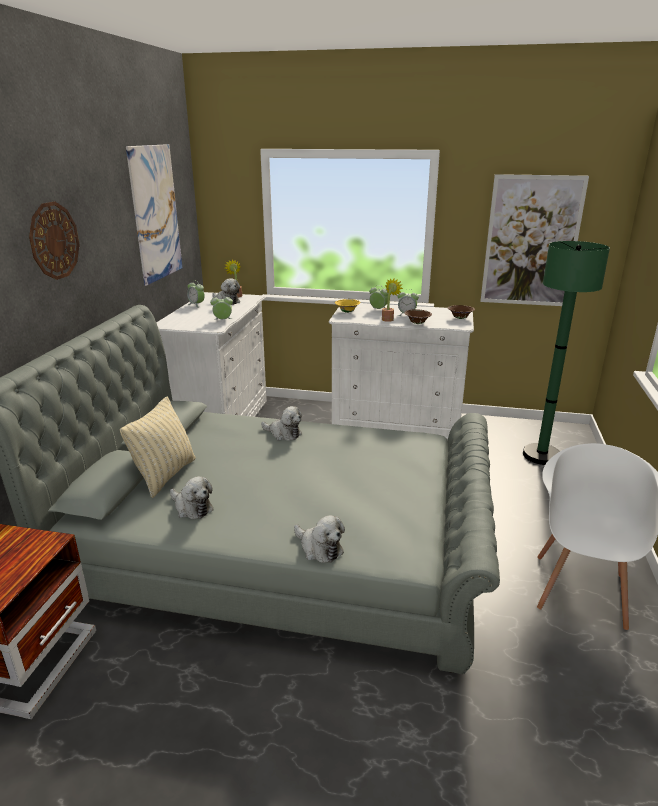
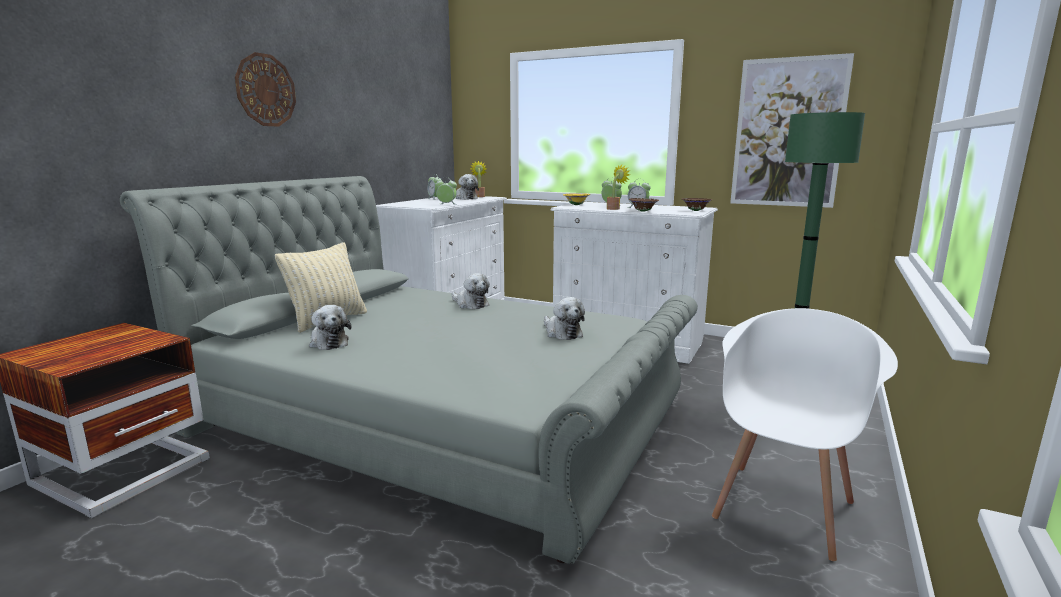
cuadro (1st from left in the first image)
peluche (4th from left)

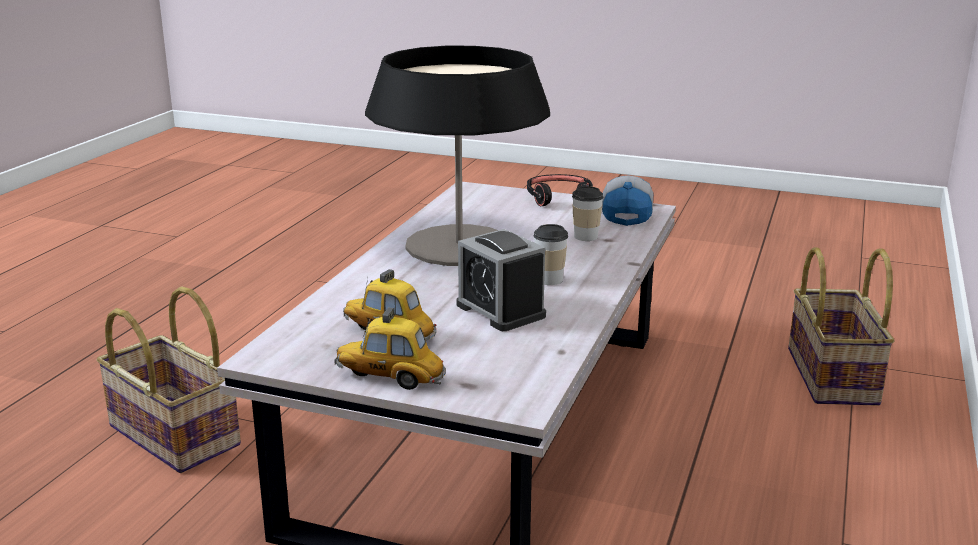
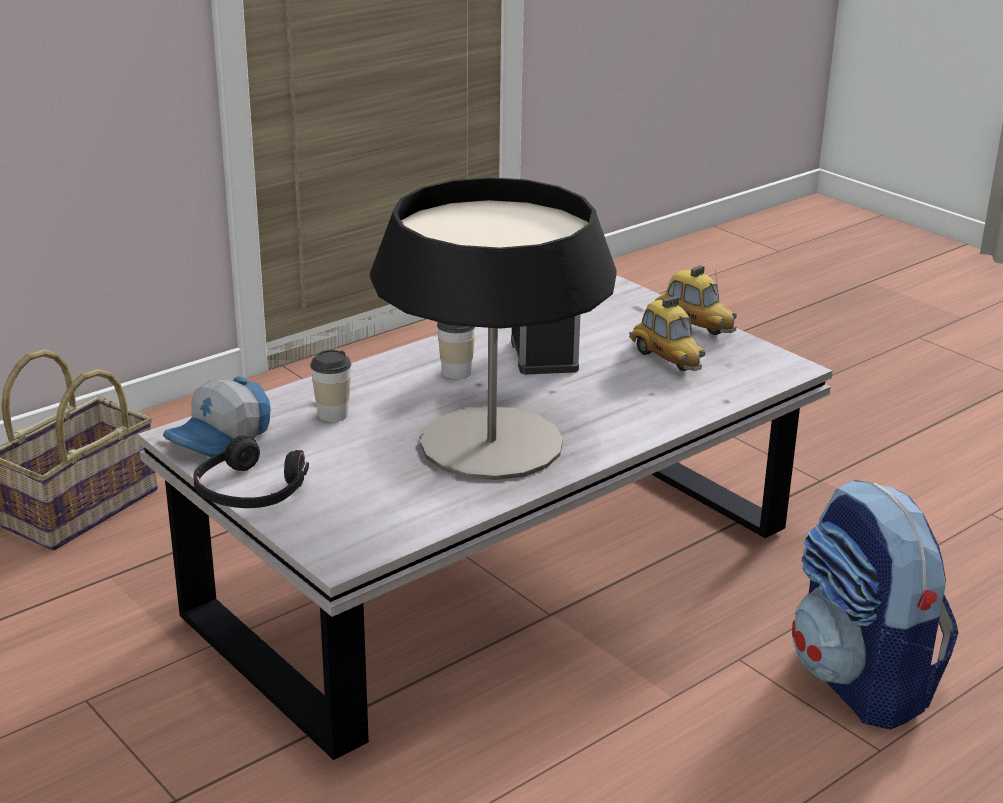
mochila

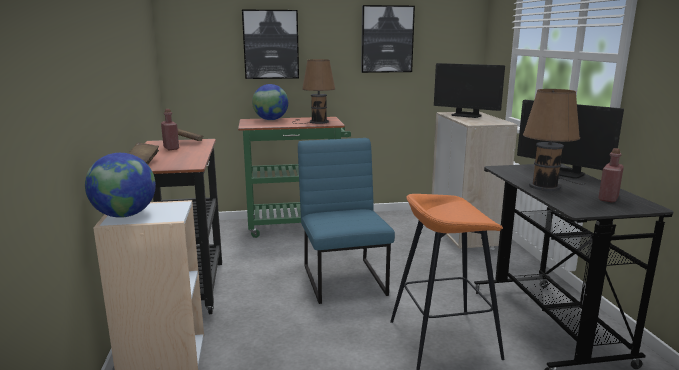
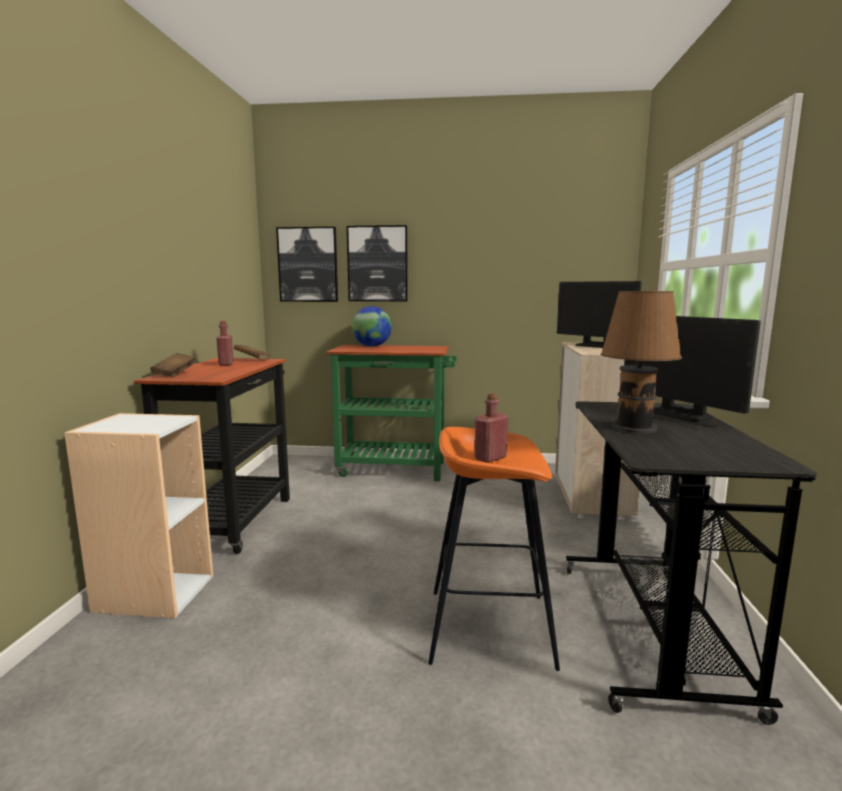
globo terráqueo (1st from left in the first image)
lámpara de mesa [marrón] (1st from left in the first image)
silla [azul]
cuadro (1st from left)
botella [rojo] (2nd from left)

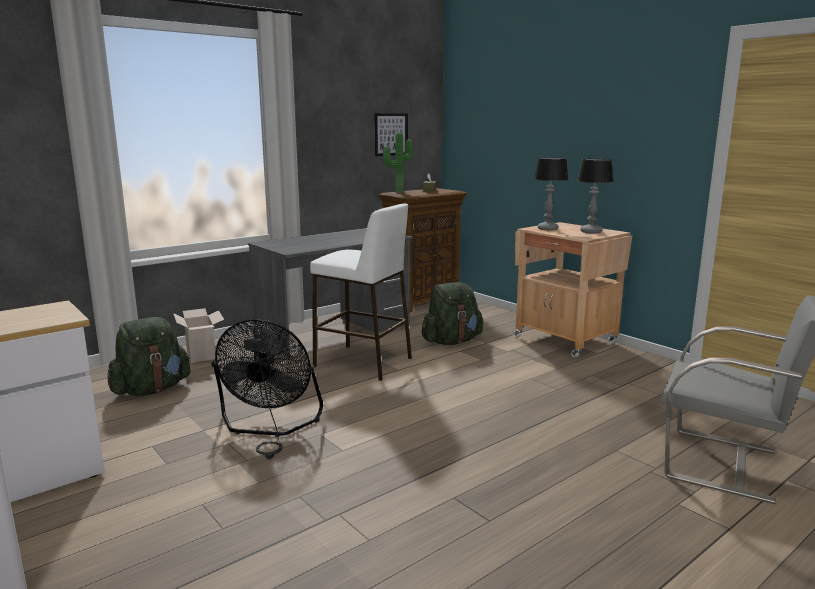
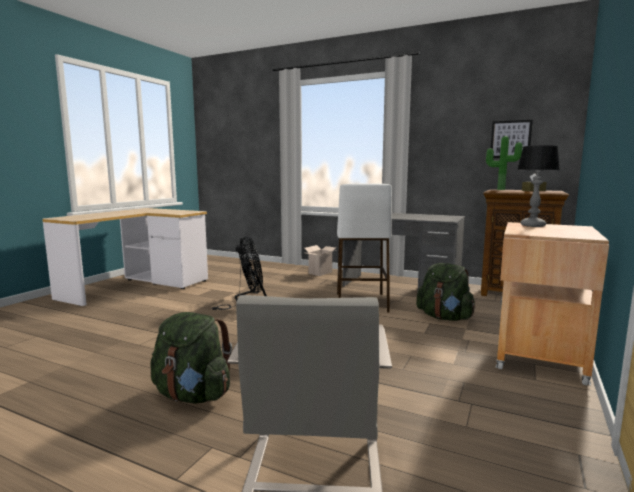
lámpara de mesa (2nd from left in the first image)
mochila [verde] (1st from left)

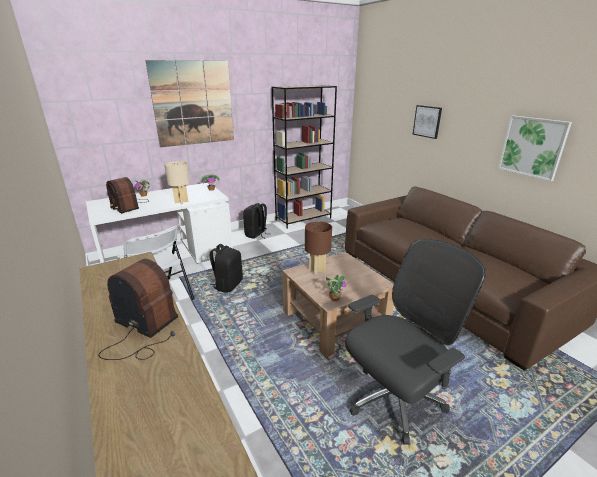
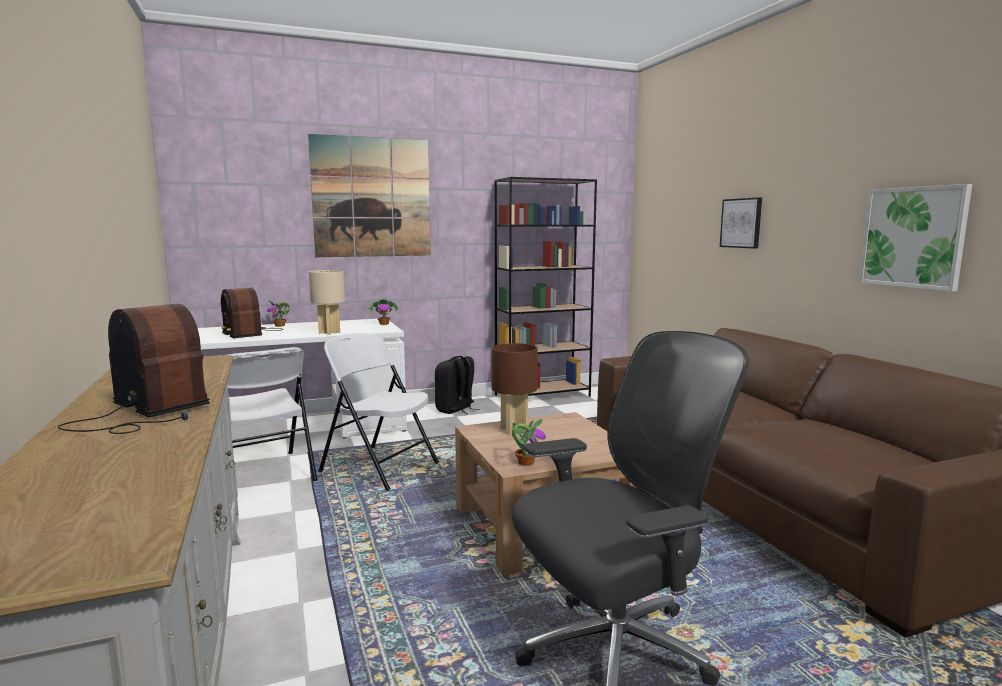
silla [blanco] (2nd from left)

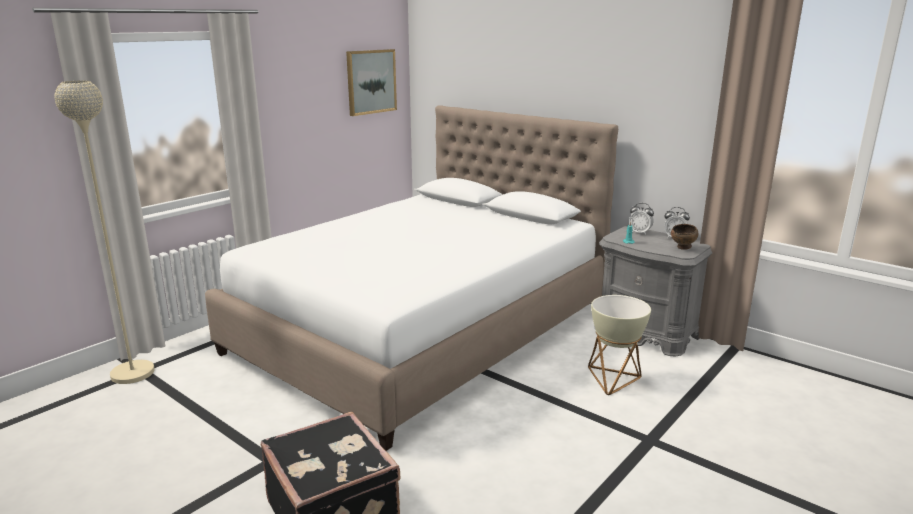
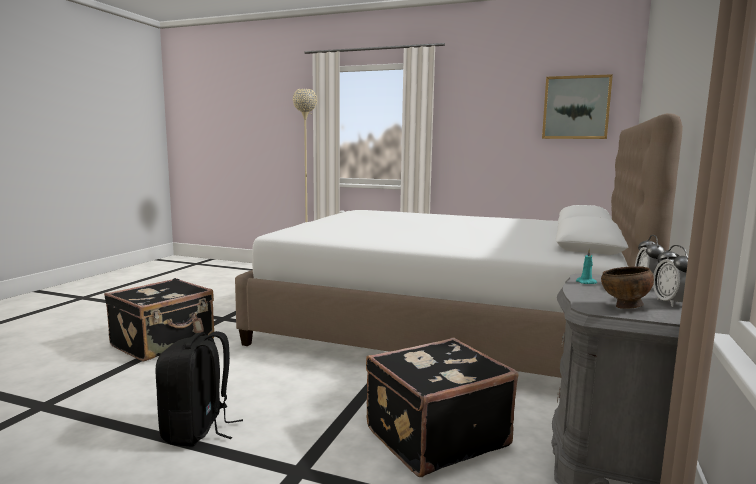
mochila [negro]
maleta [negro] (2nd from left)

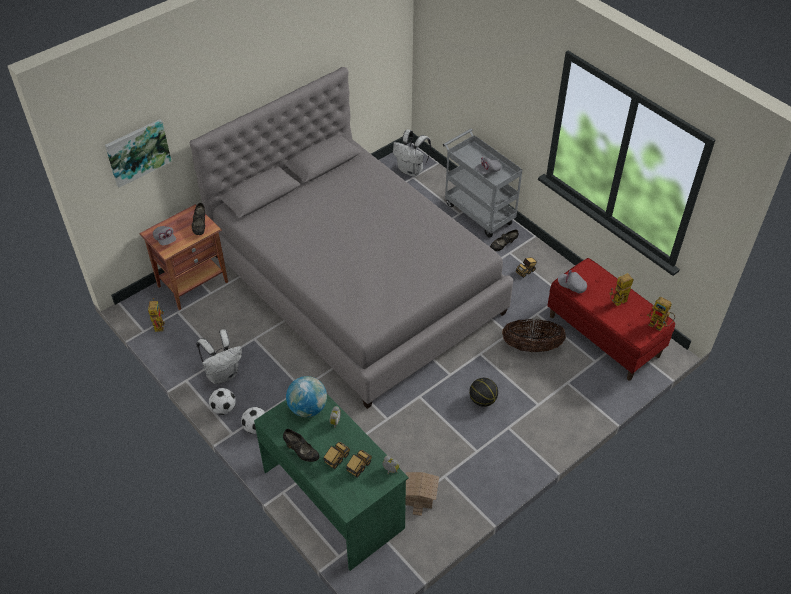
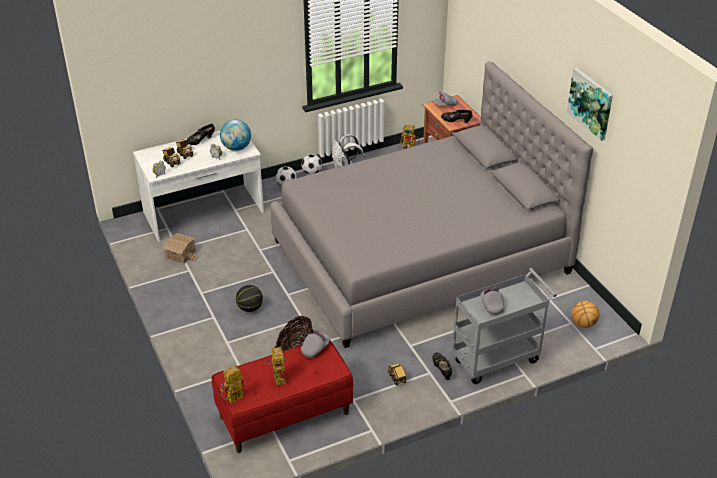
cuadro
balón de baloncesto (2nd from left)
escritorio [blanco]

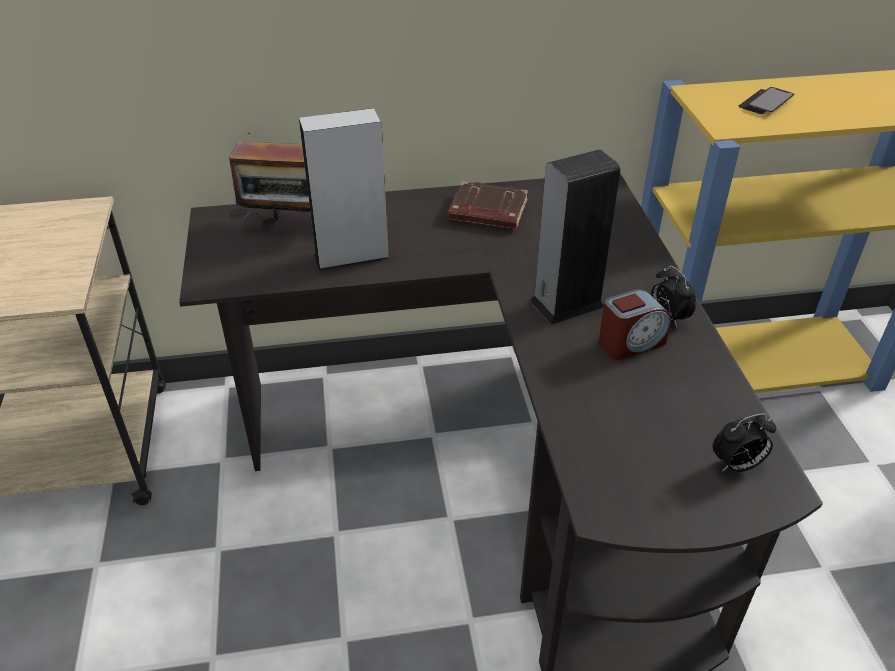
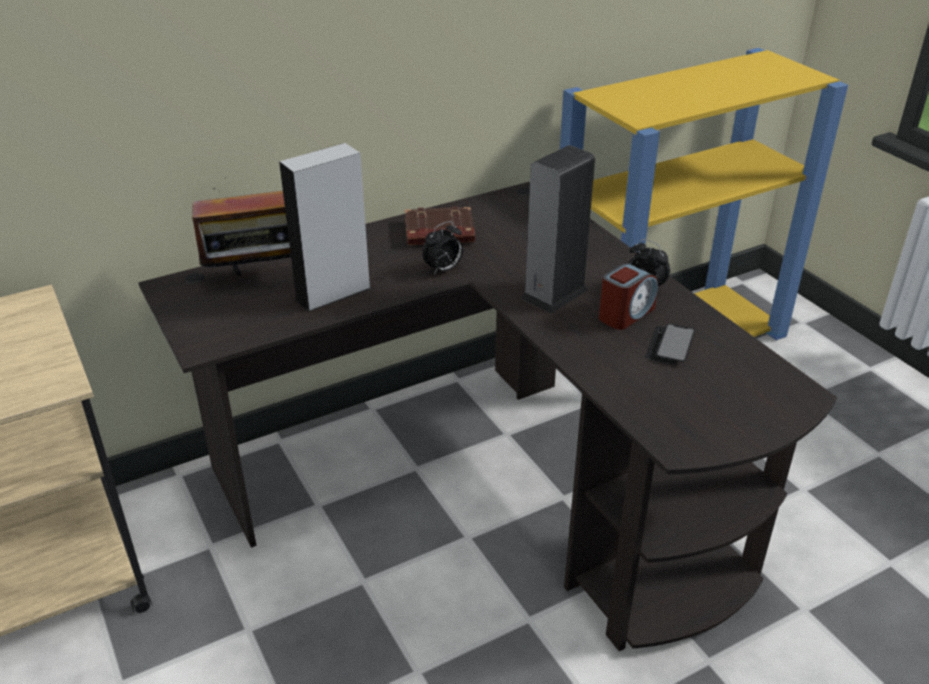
despertador (1st from left)
móvil

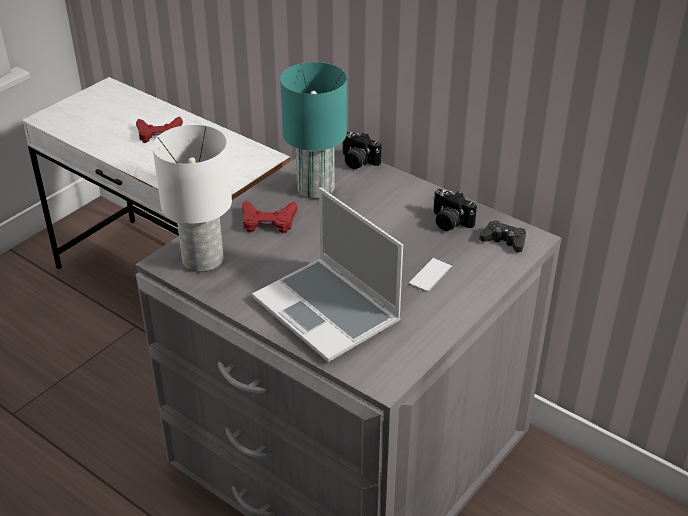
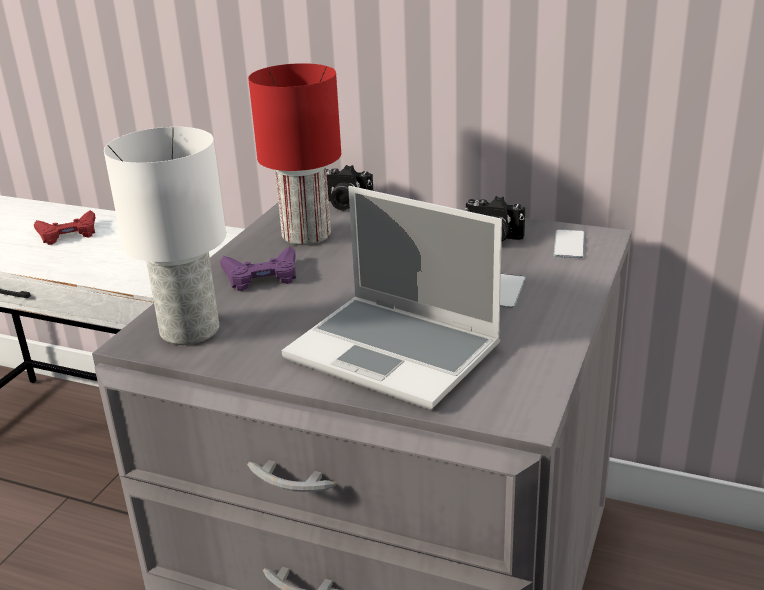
móvil (2nd from left)
mando de consola [morado]
lámpara de mesa [rojo]

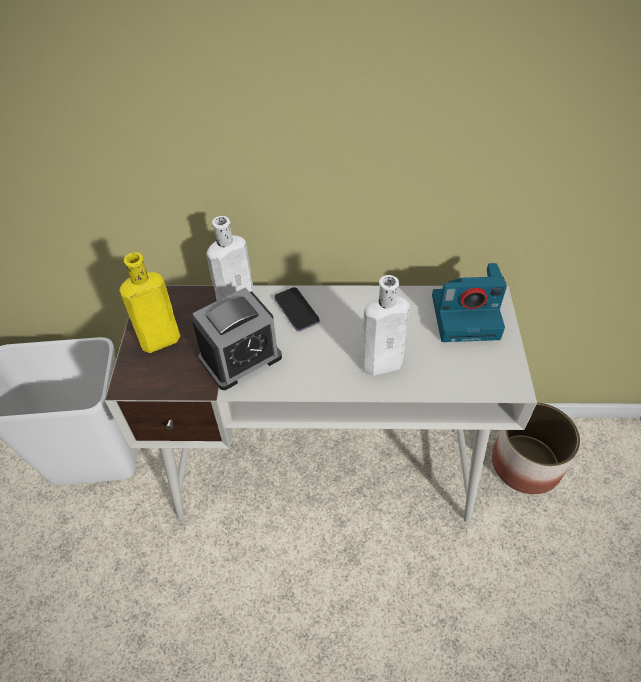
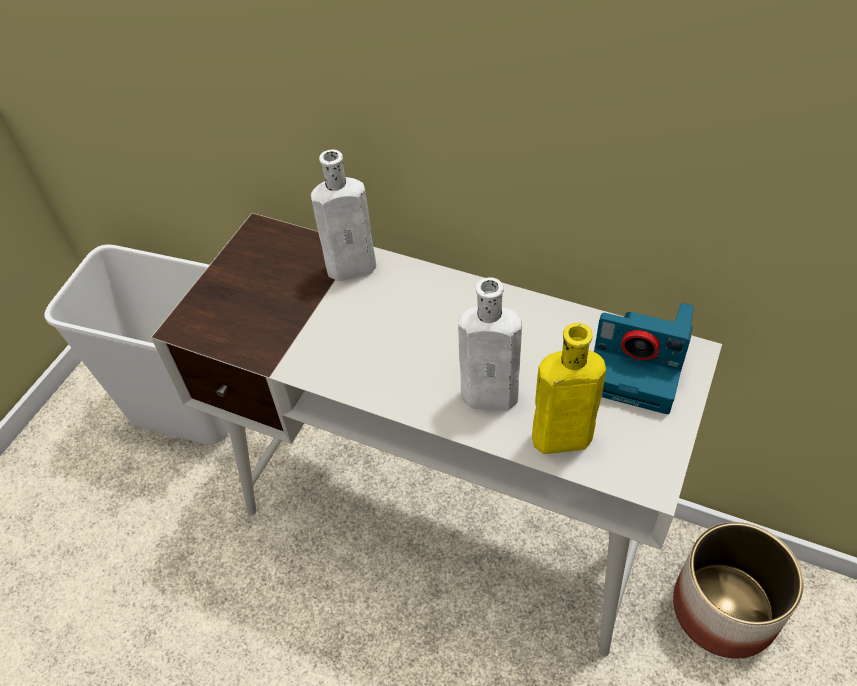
despertador
móvil
botella [amarillo]

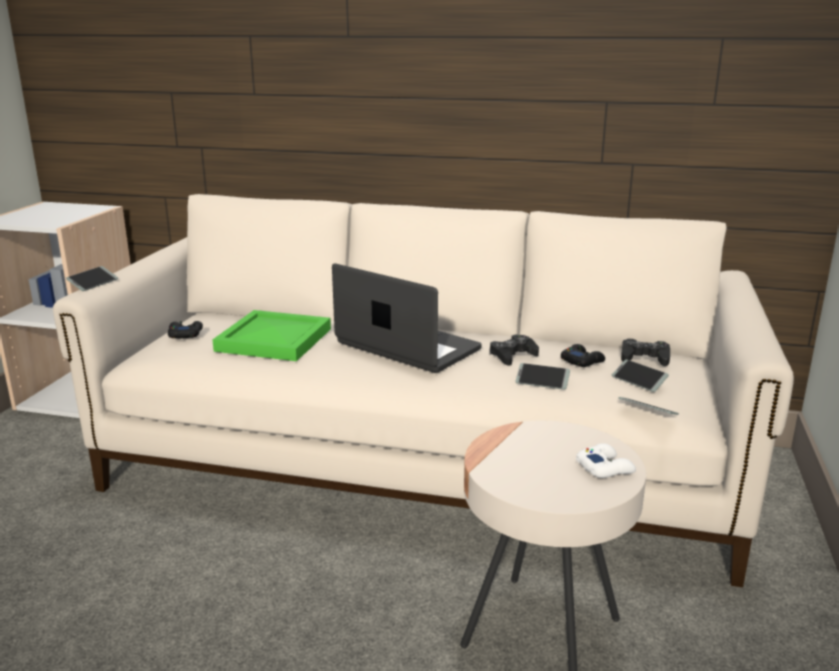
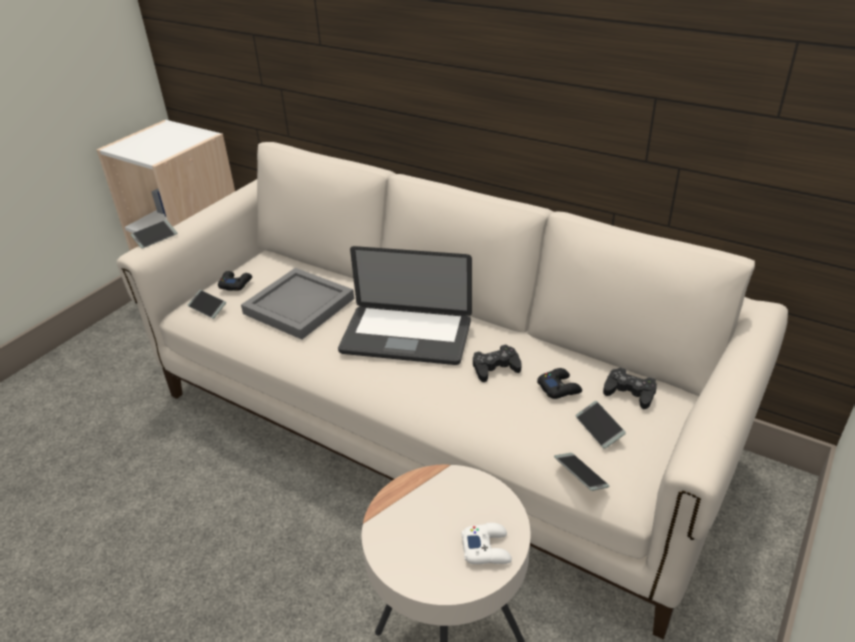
móvil (2nd from left)
bandeja [gris]
portátil

